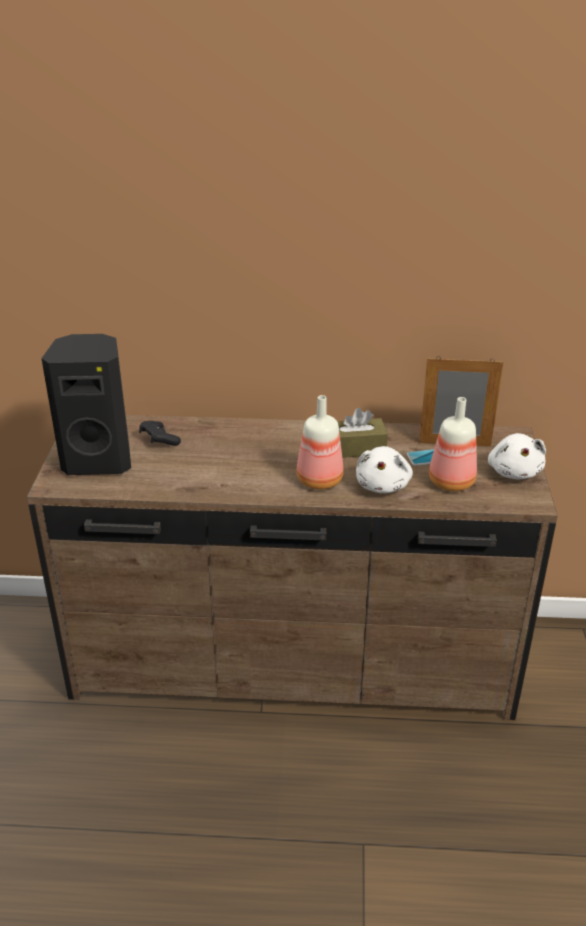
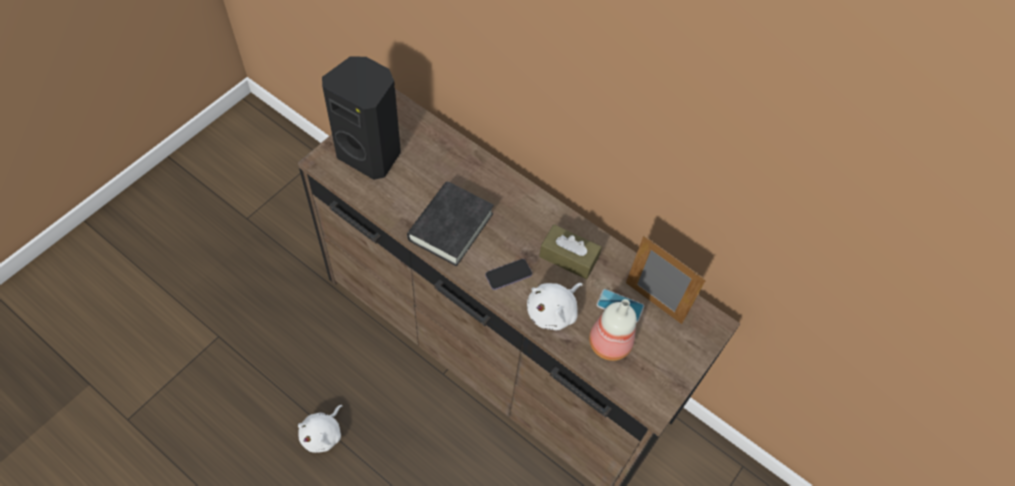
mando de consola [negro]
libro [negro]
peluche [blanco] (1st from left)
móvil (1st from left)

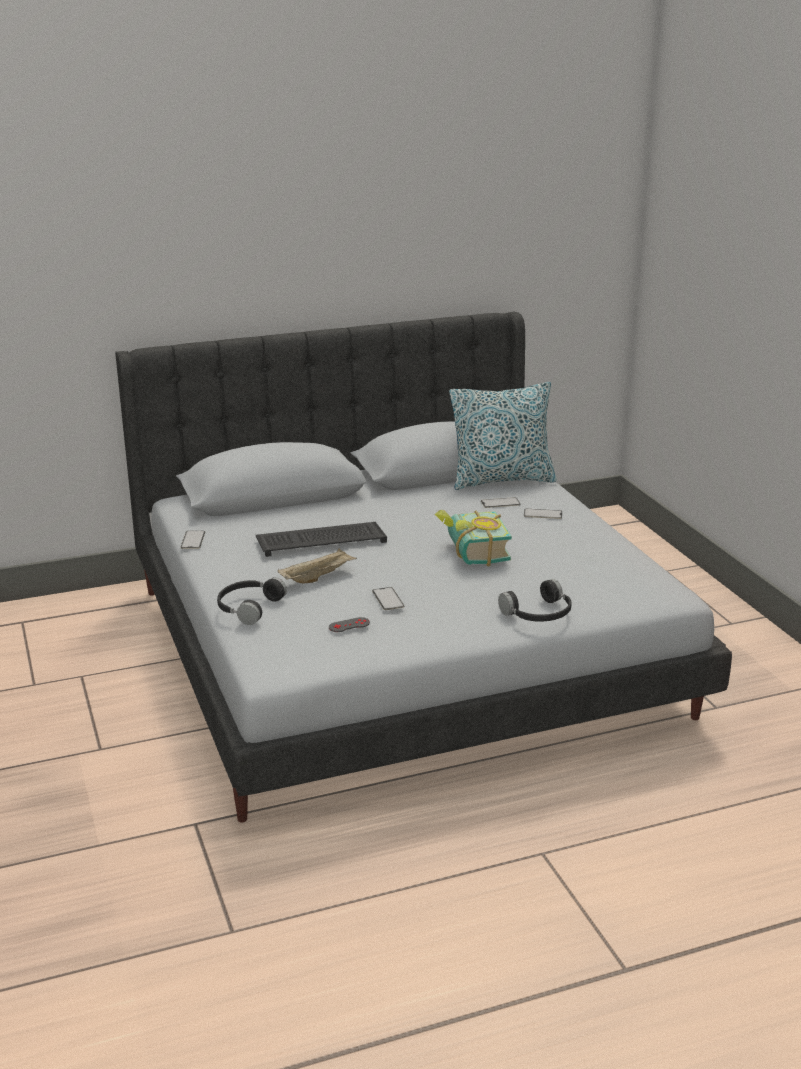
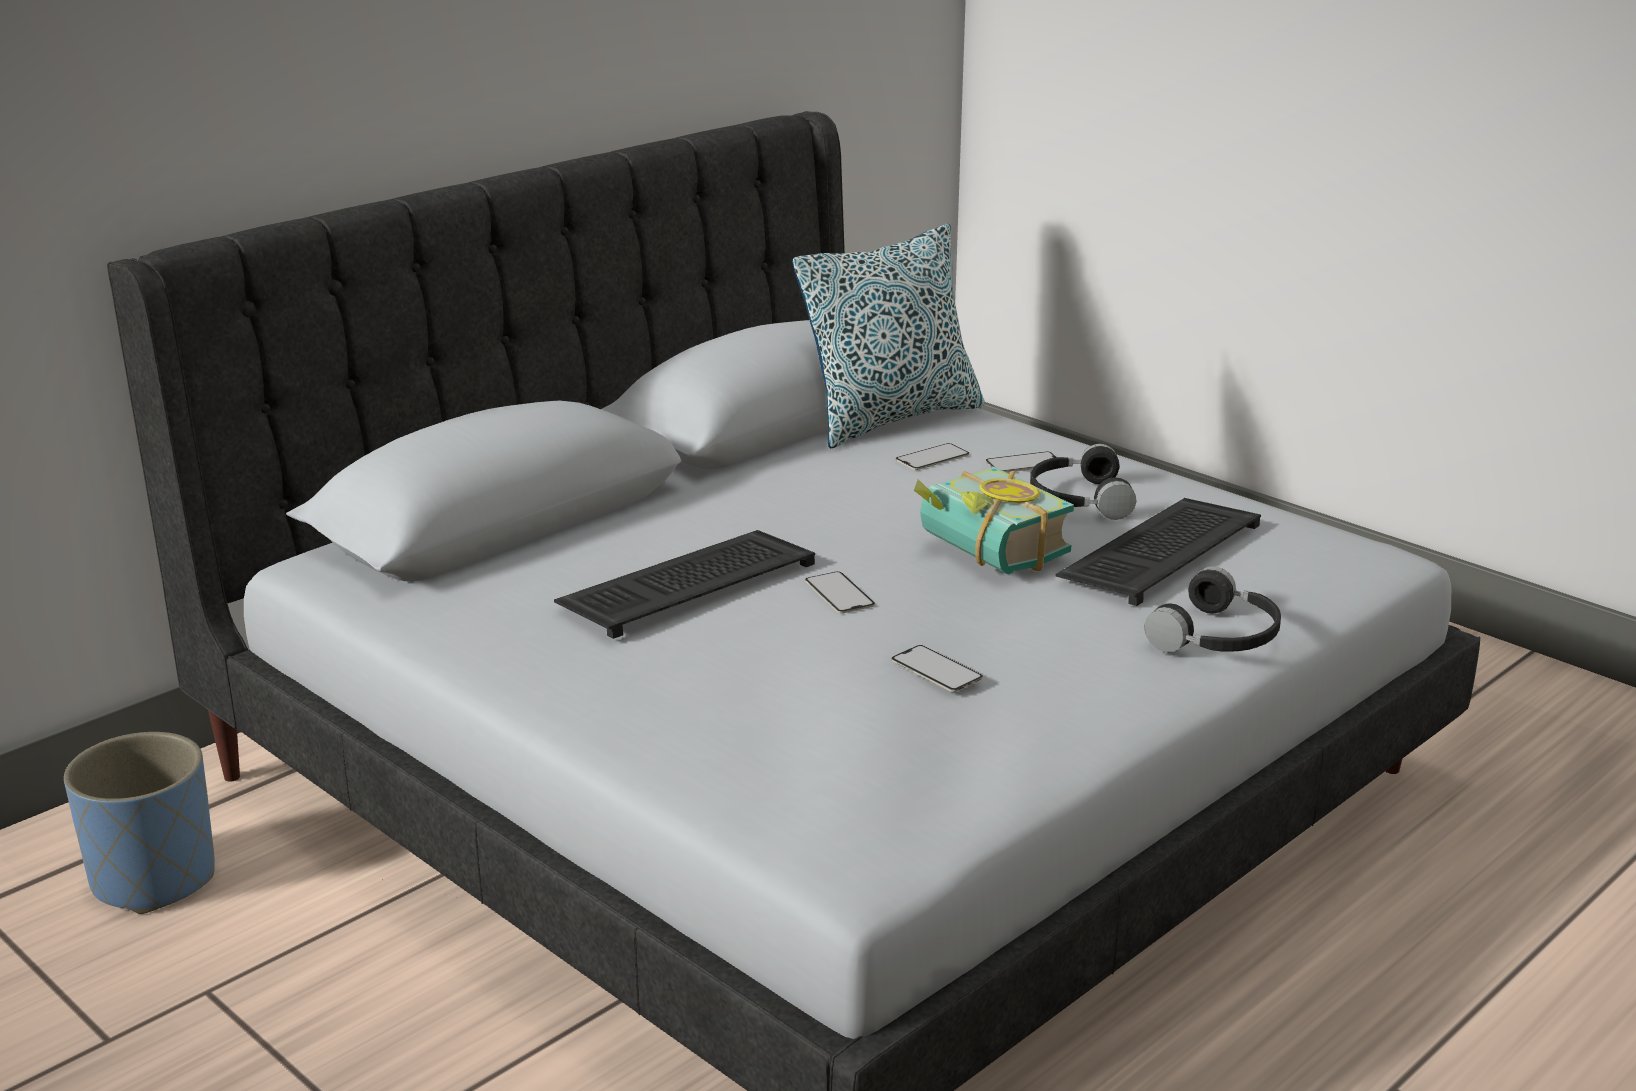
bandeja [beis]
mando de consola [gris]
maceta [azul]
teclado (2nd from left)
móvil (1st from left)
auriculares [negro] (1st from left)

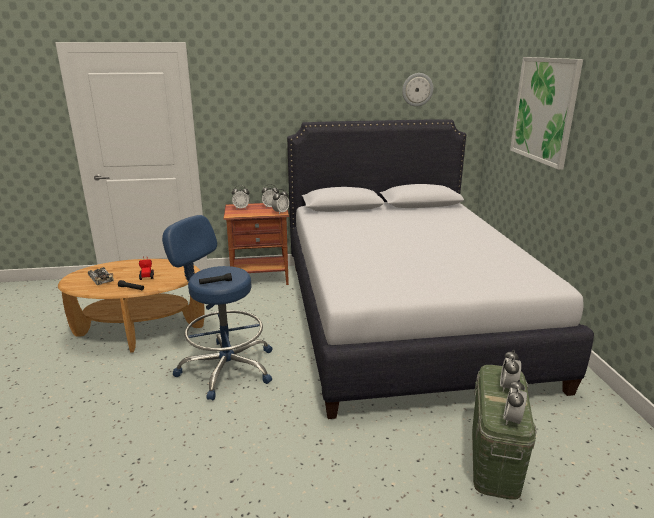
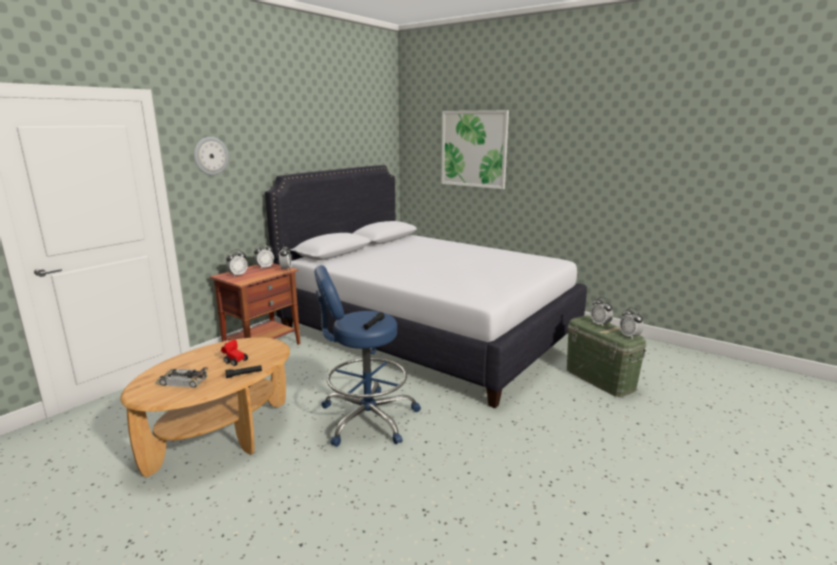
reloj de pared

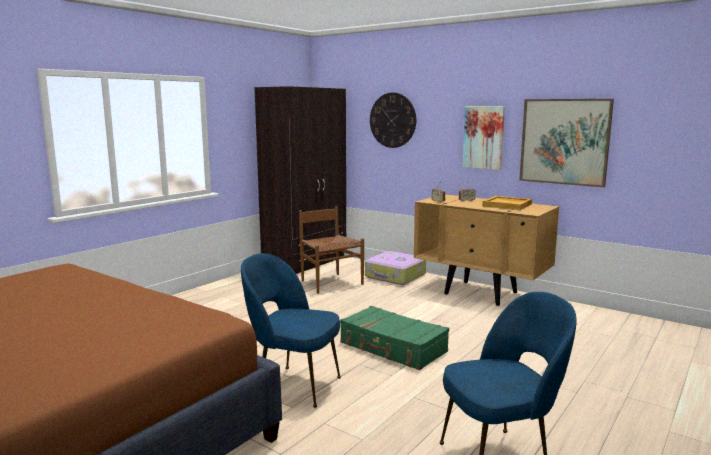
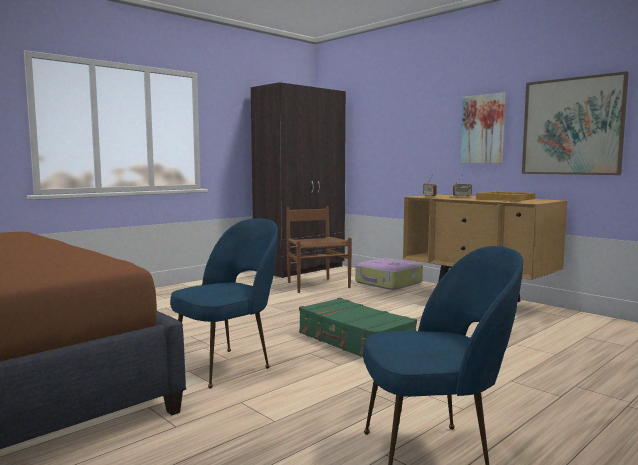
reloj de pared
silla [azul] (1st from left)

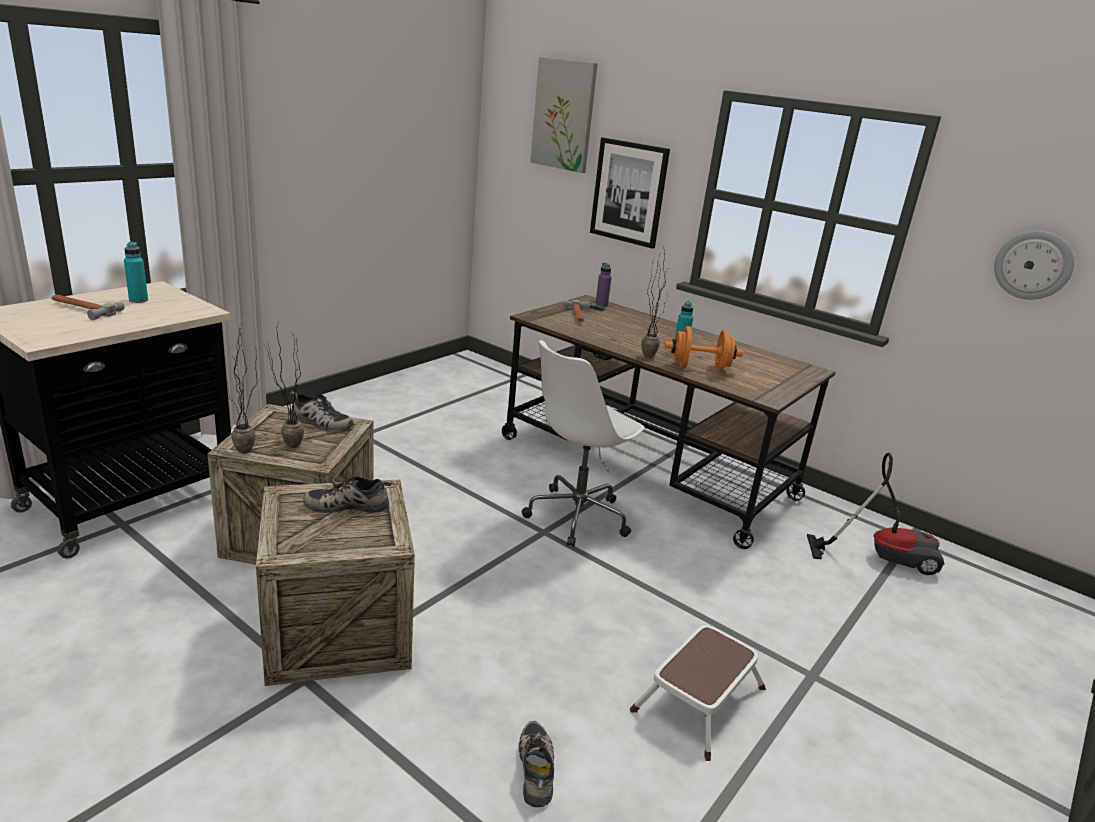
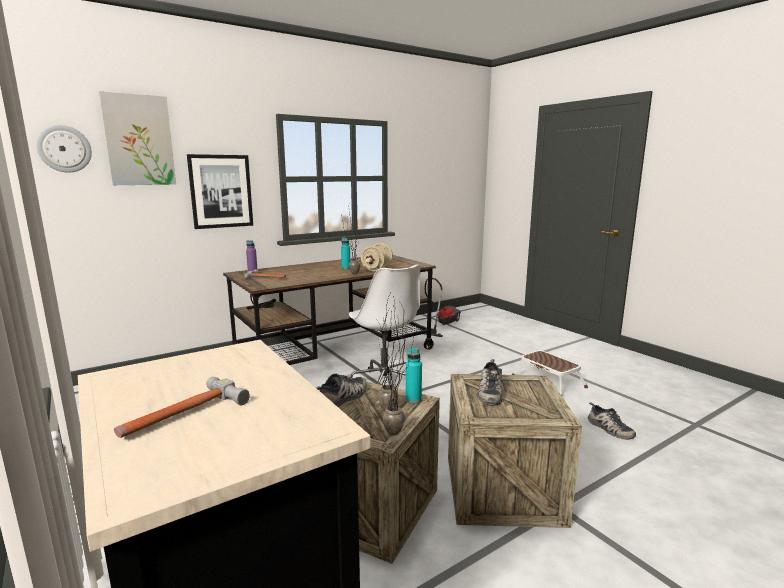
botella [turquesa] (2nd from left)
reloj de pared
mancuerna [beis]
zapato (3rd from left)

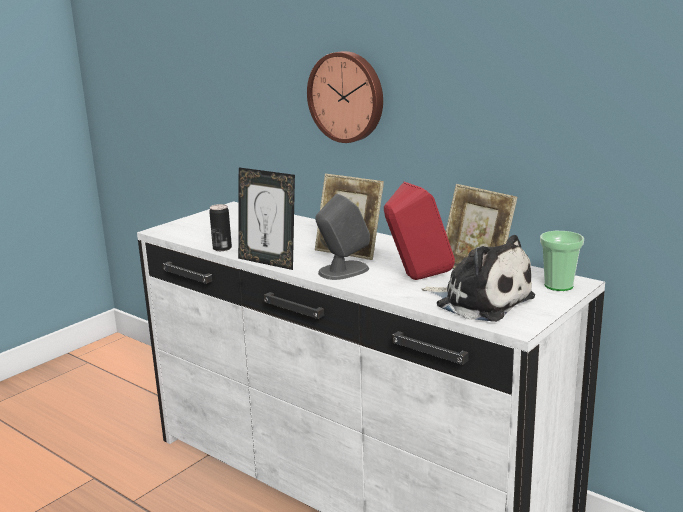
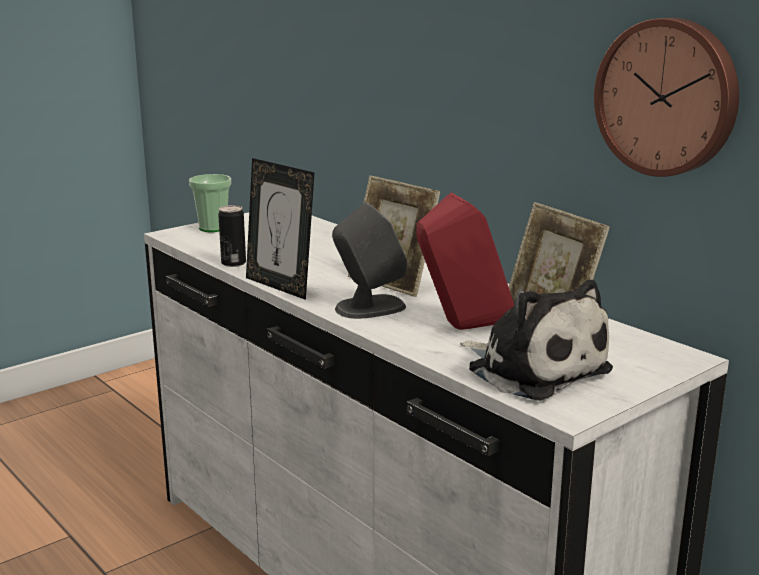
reloj de pared
taza

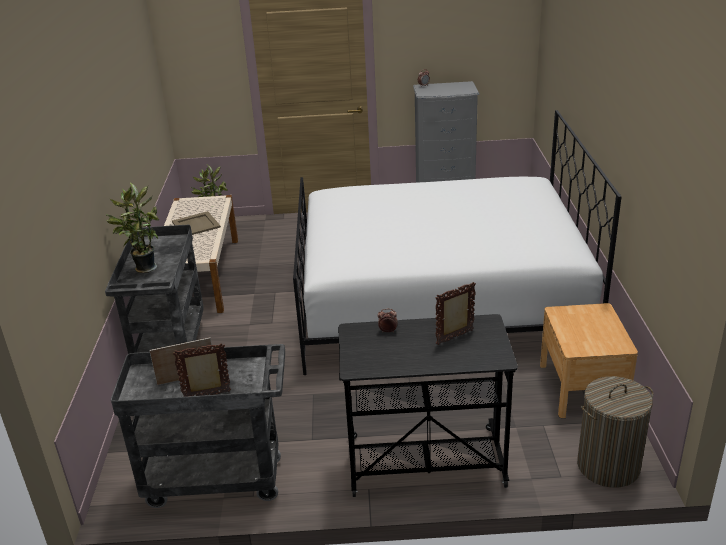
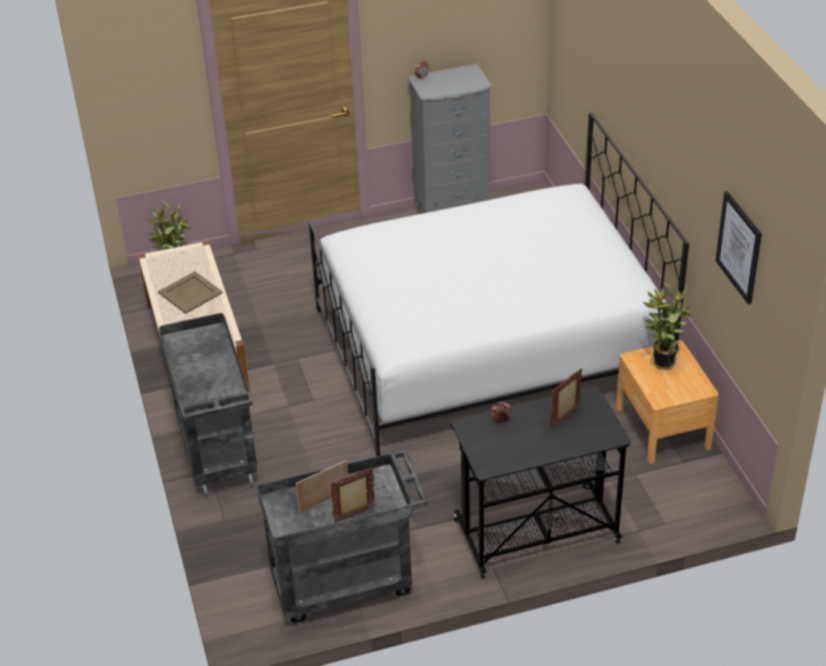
cesto de la ropa
cuadro
planta en maceta (2nd from left)

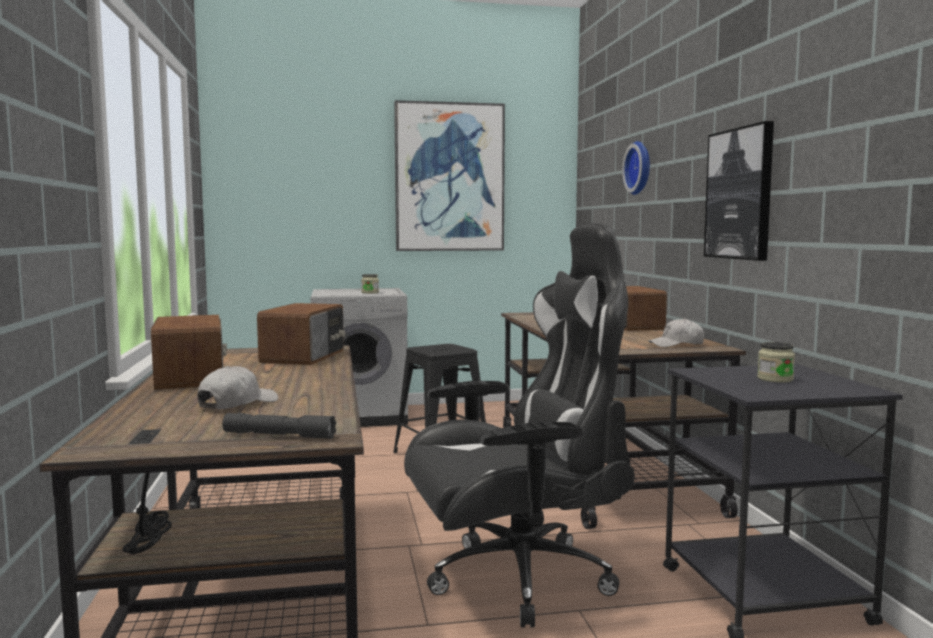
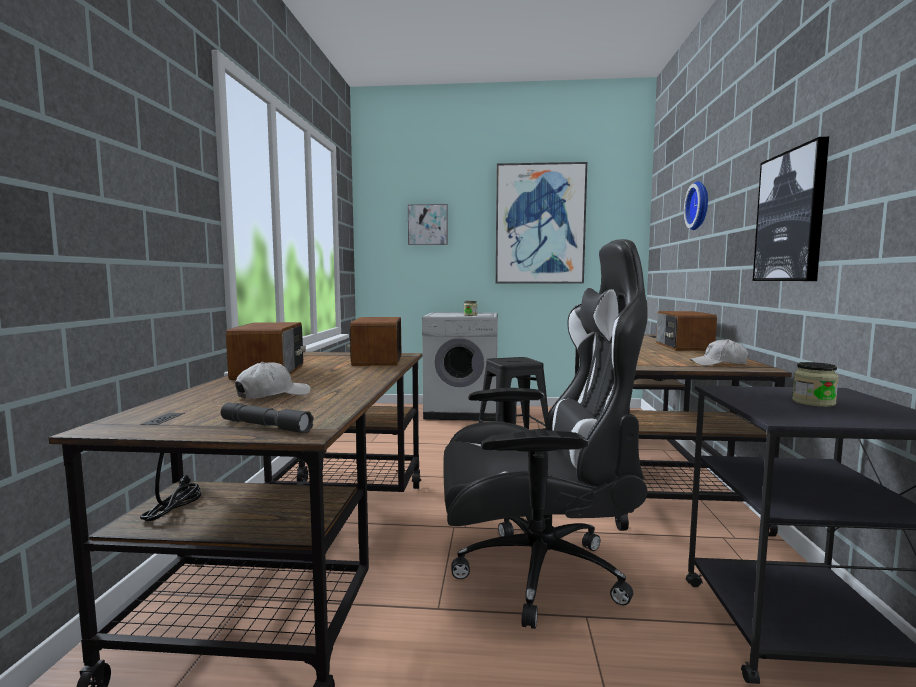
cuadro (1st from left)
radio (2nd from left)

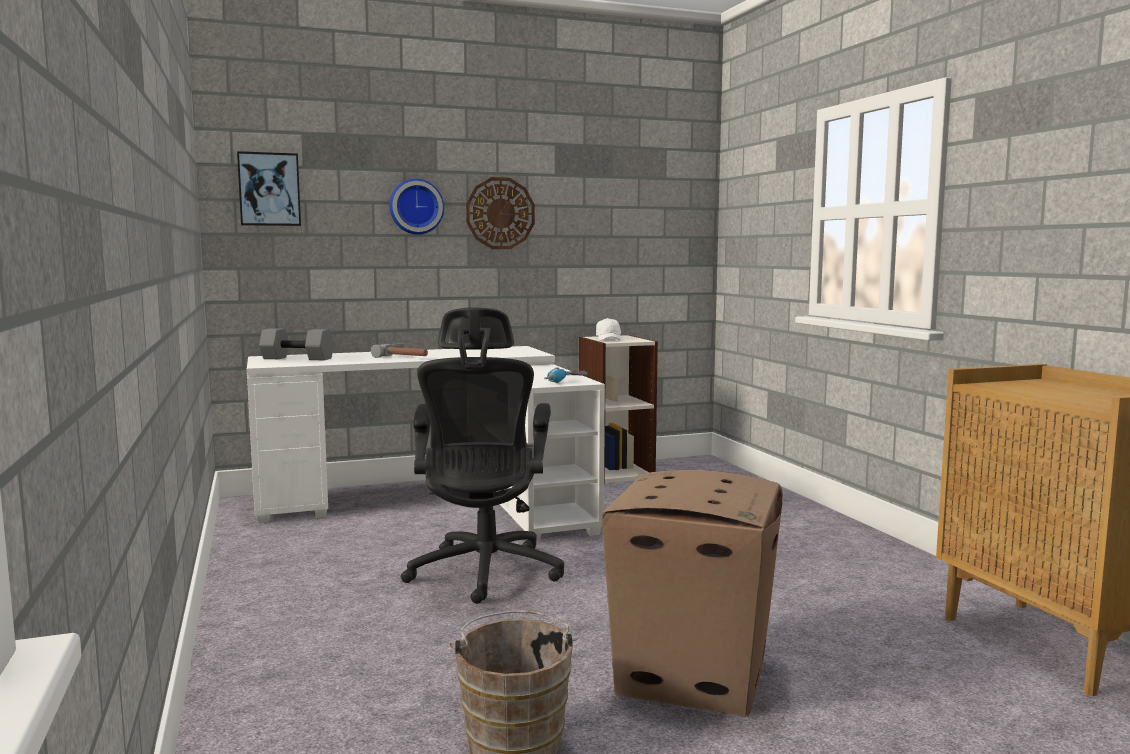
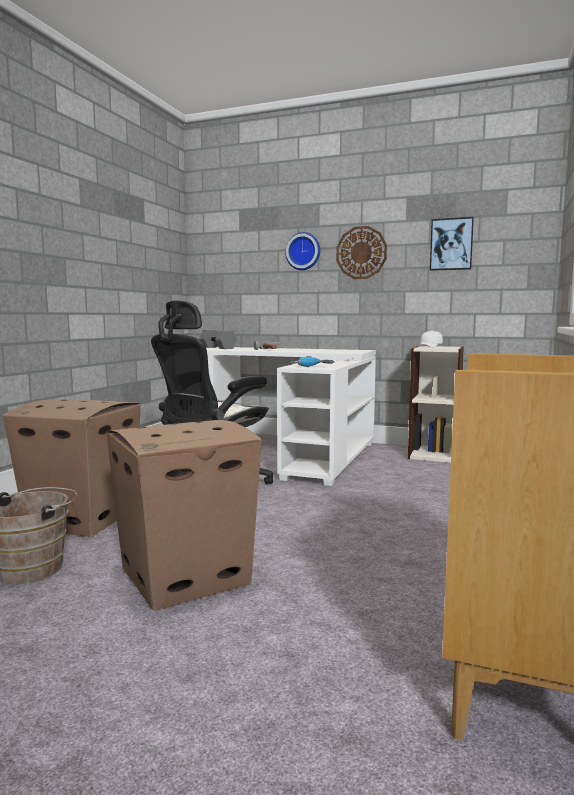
caja de cartón (1st from left)
cuadro

